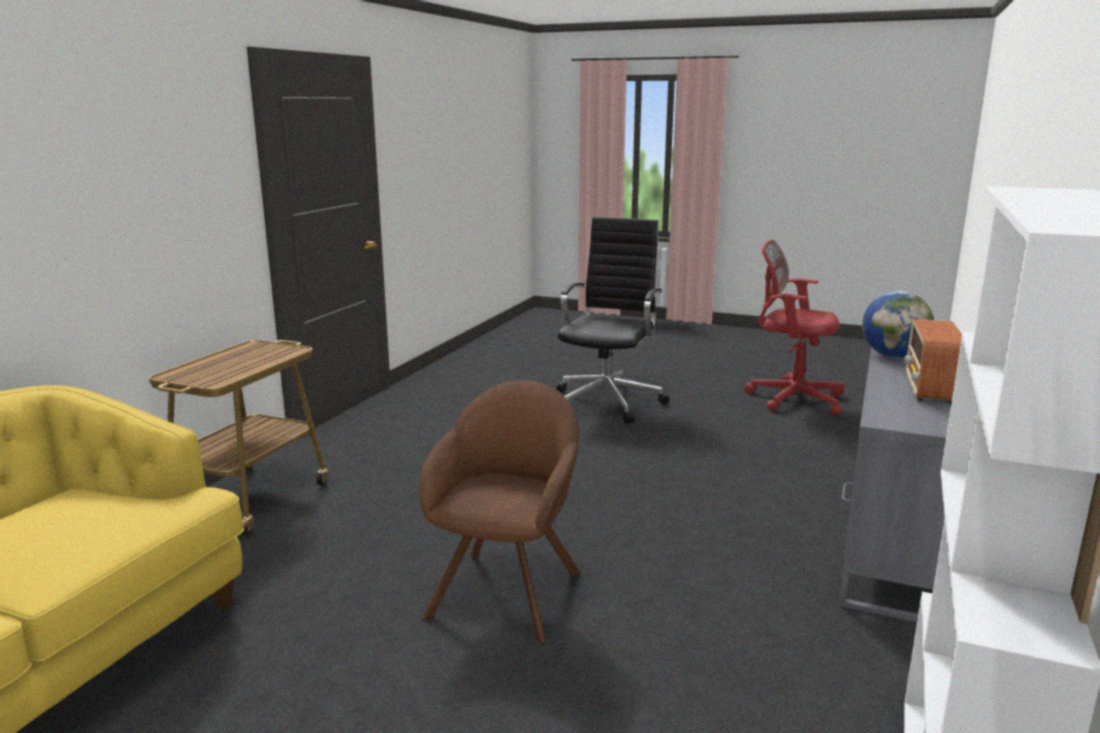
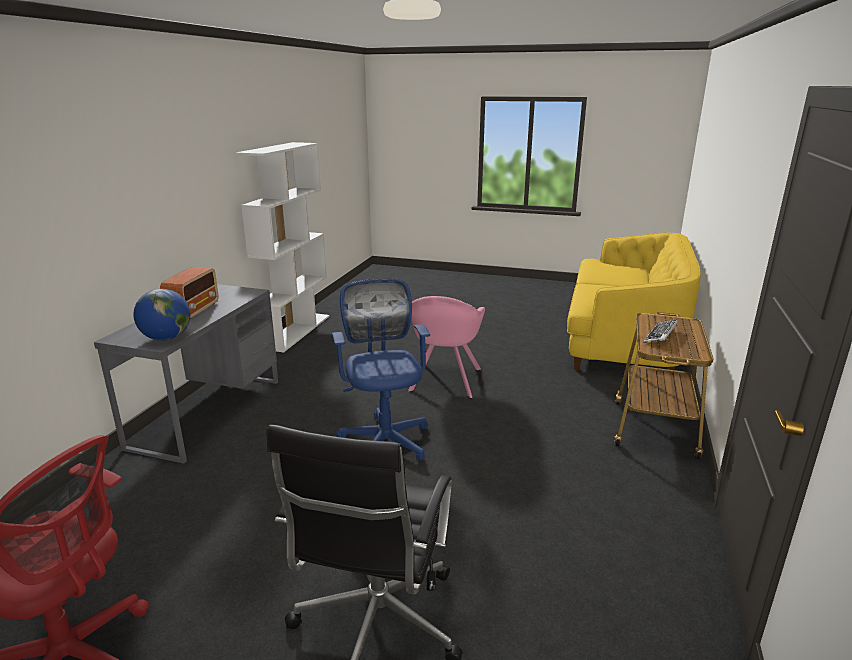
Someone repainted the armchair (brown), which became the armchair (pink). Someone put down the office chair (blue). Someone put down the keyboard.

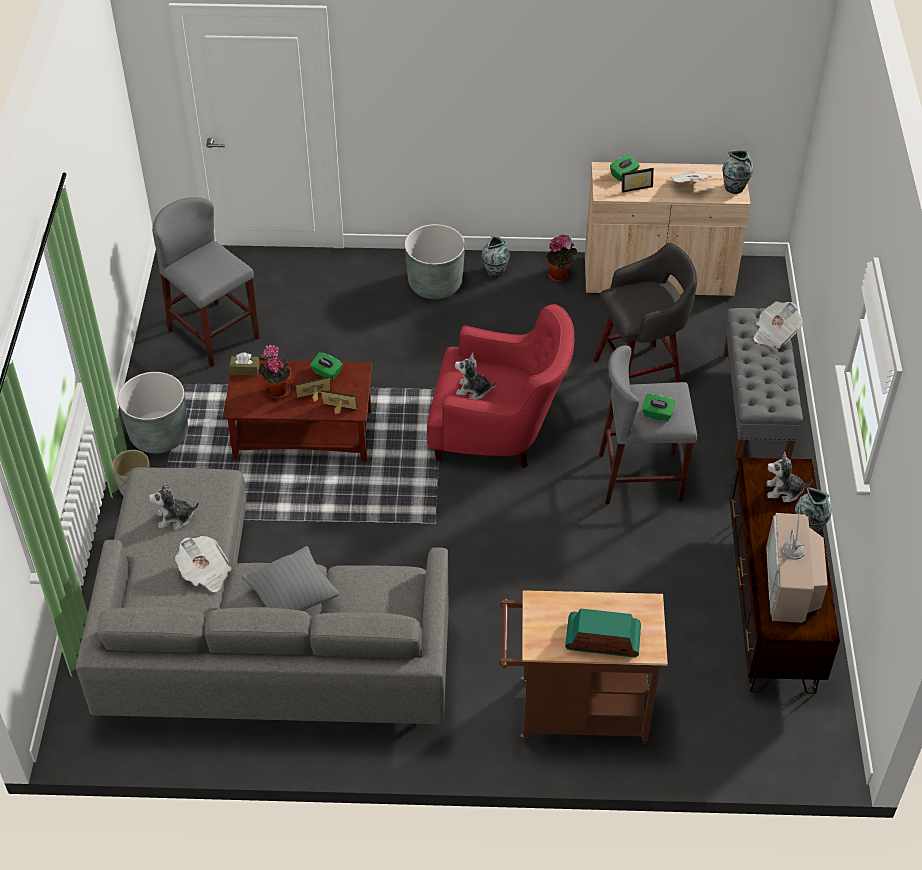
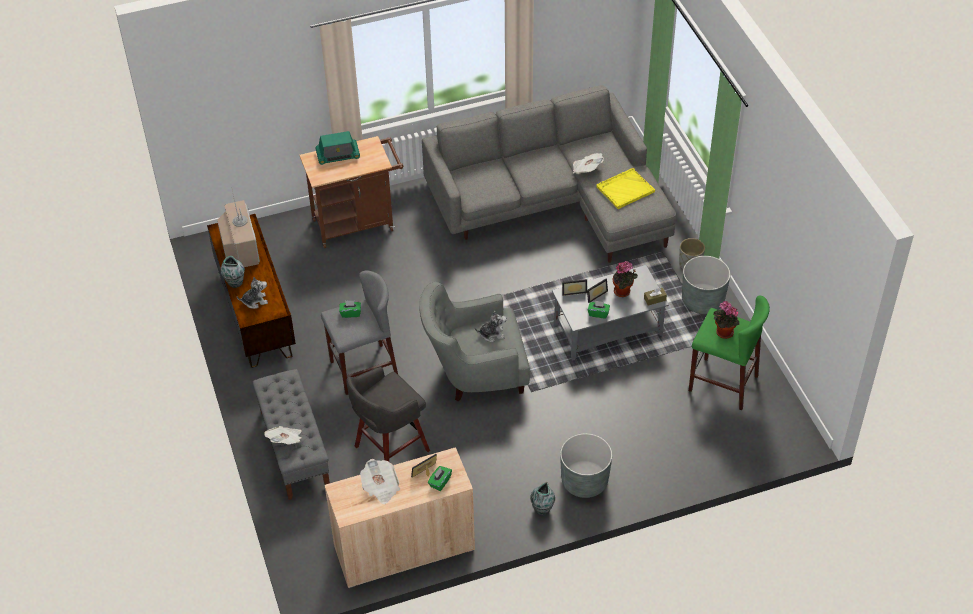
Someone took away the vase (2nd from left). Someone repainted the stool (grey) (1st from left), which became the stool (green). Someone carried the potted plant (2nd from left). Someone repainted the armchair (red), which became the armchair (grey). Someone repainted the coffee table (brown), which became the coffee table (grey). Someone swapped the plush toy (1st from left) for the tray (yellow). Someone took away the pillow (grey).

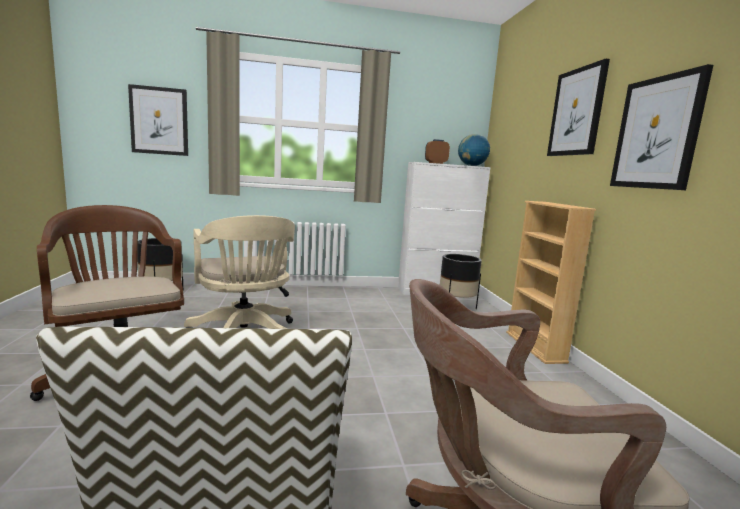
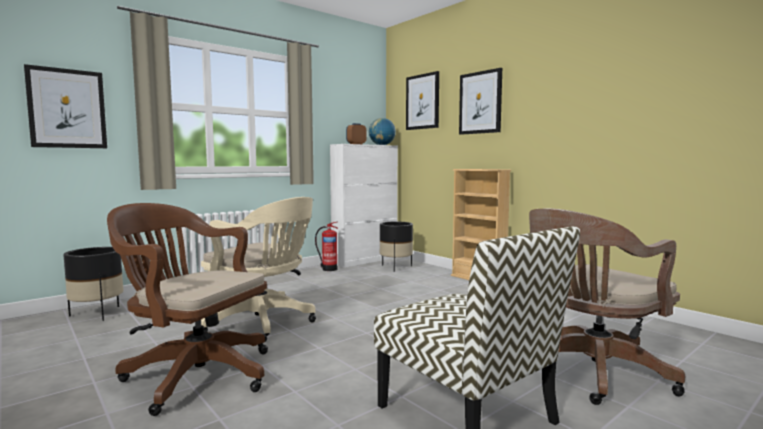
Someone carried the picture (3rd from left in the first image). Someone put down the fire extinguisher.

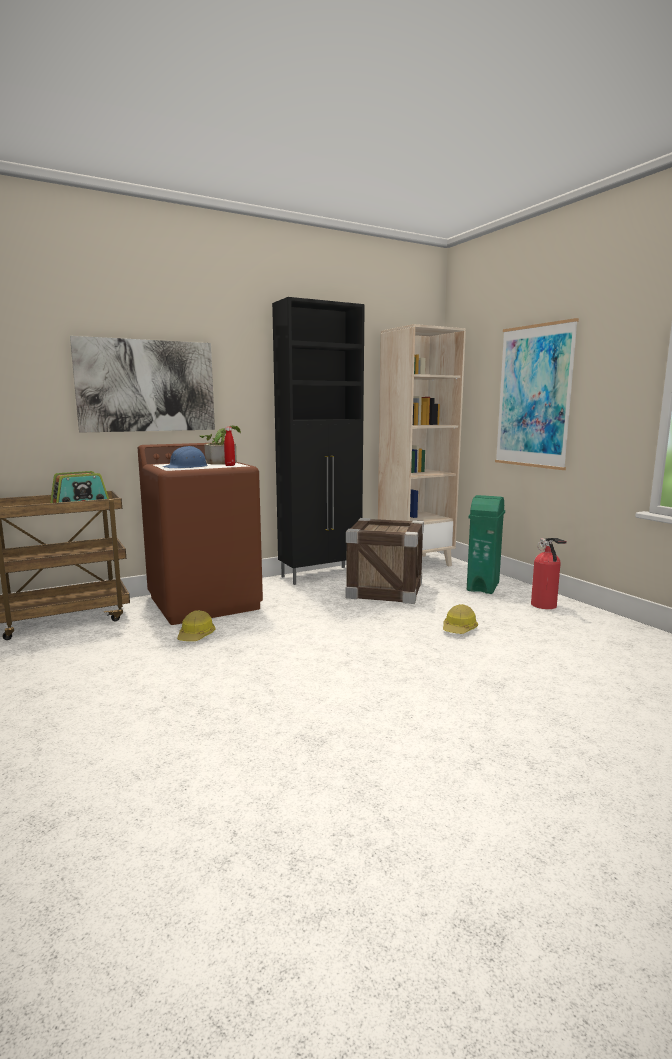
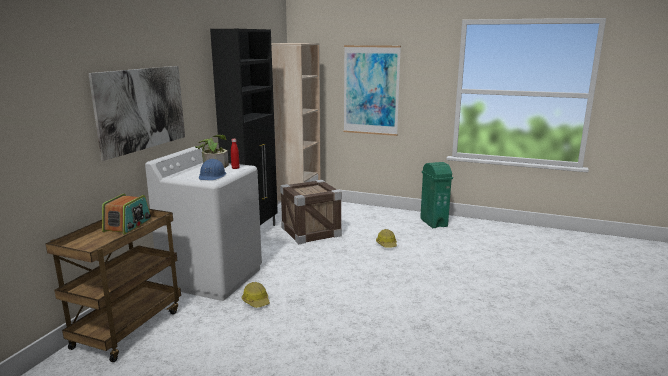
Someone repainted the washing machine (brown), which became the washing machine (white). Someone carried the trash can (green). Someone took away the fire extinguisher.

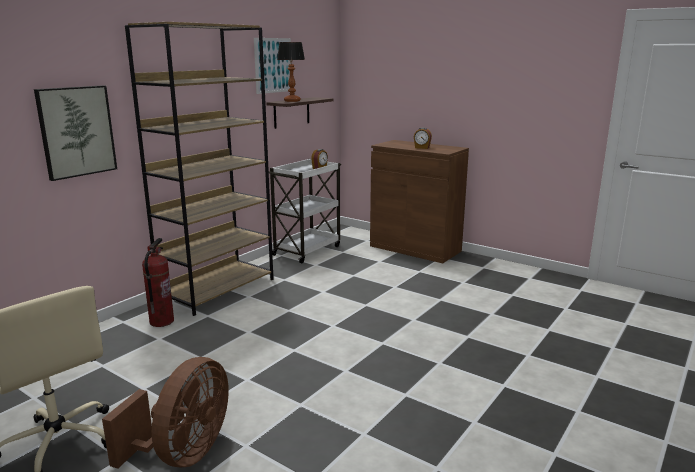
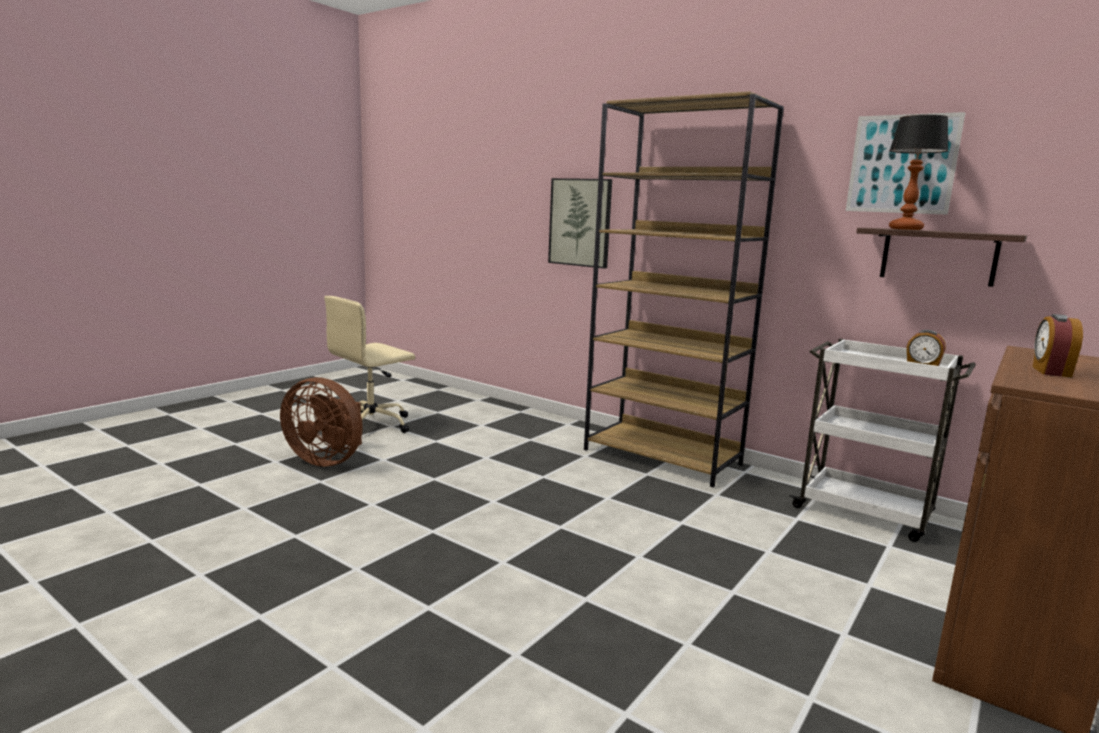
Someone took away the fire extinguisher.

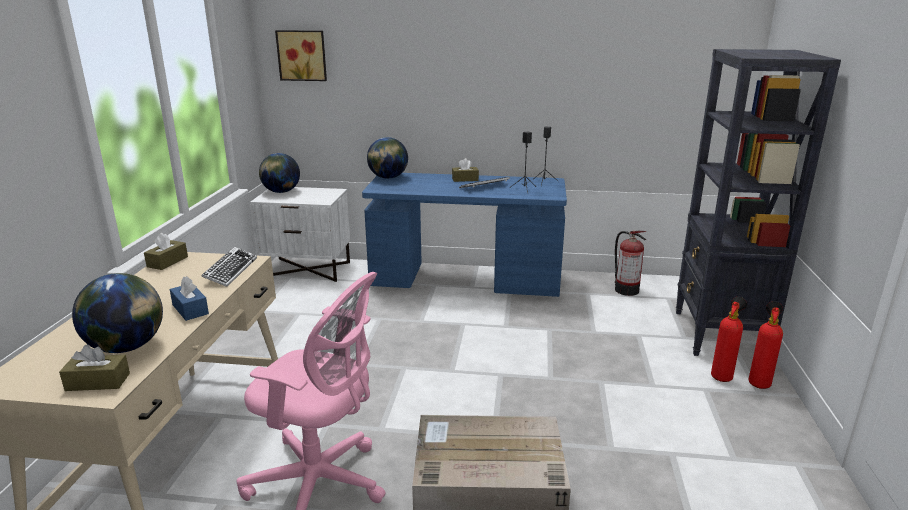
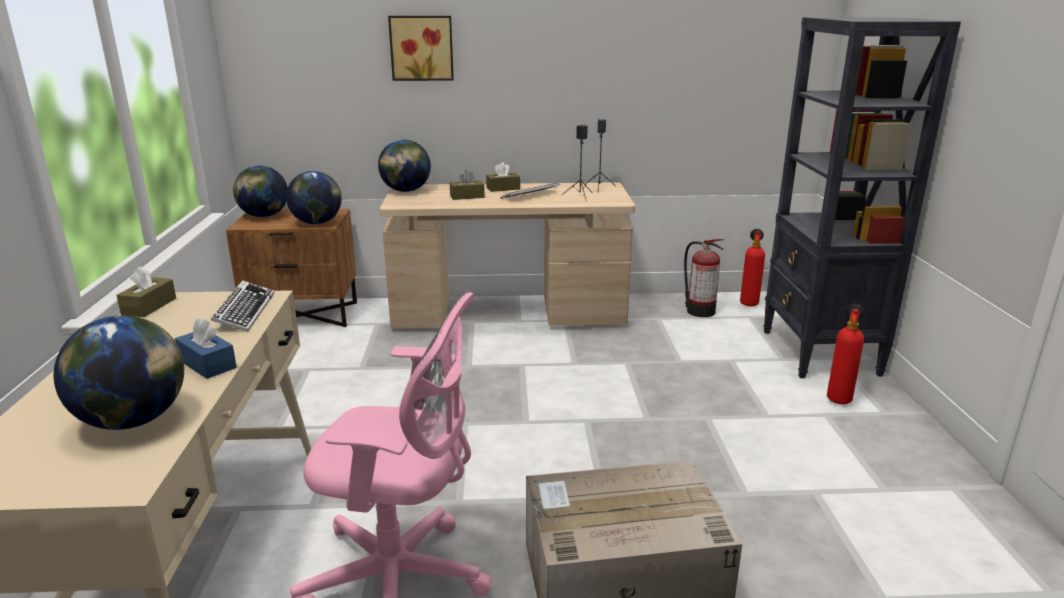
Someone carried the picture. Someone repainted the desk (blue), which became the desk (beige) (2nd from left). Someone repainted the nightstand (white), which became the nightstand (brown). Someone carried the fire extinguisher (3rd from left in the first image). Someone carried the tissue box (brown) (1st from left in the first image). Someone put down the globe (3rd from left).

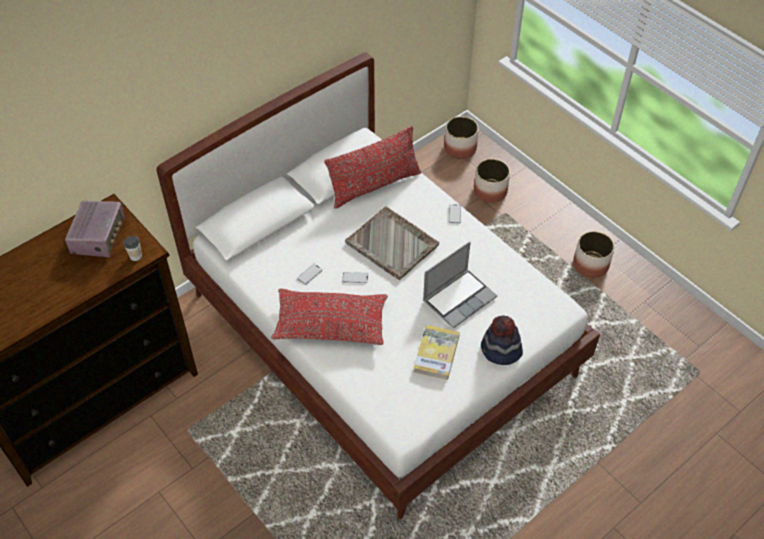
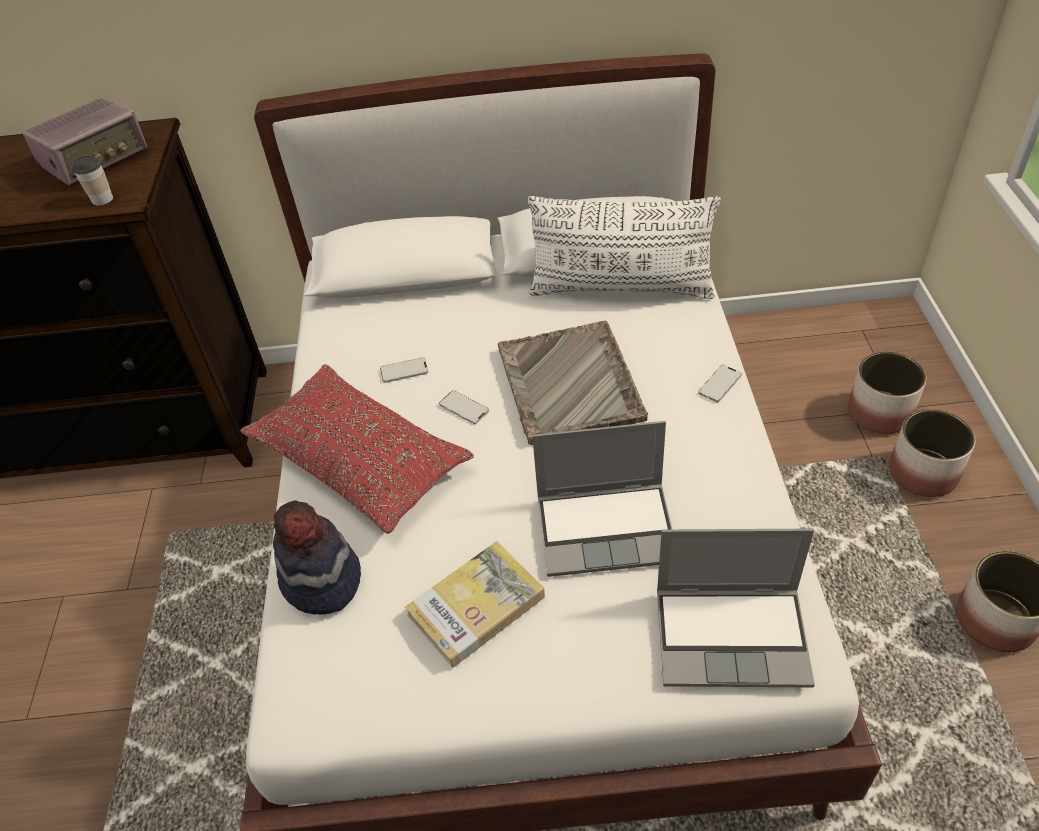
Someone carried the planter (1st from left in the first image). Someone repainted the pillow (red) (2nd from left), which became the pillow (white). Someone carried the hat. Someone put down the laptop (2nd from left).

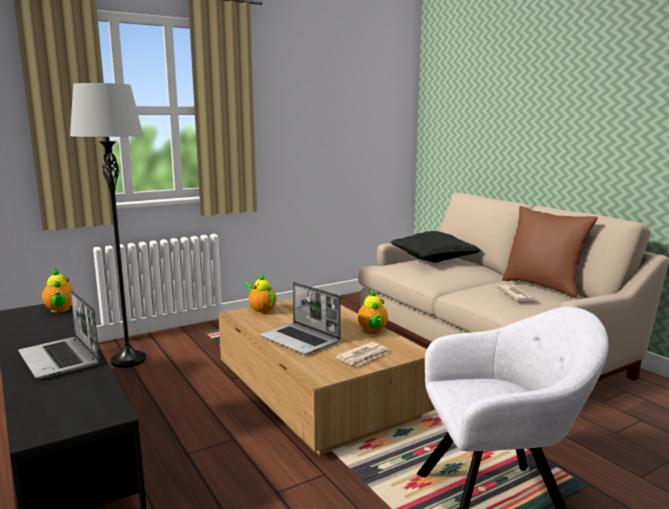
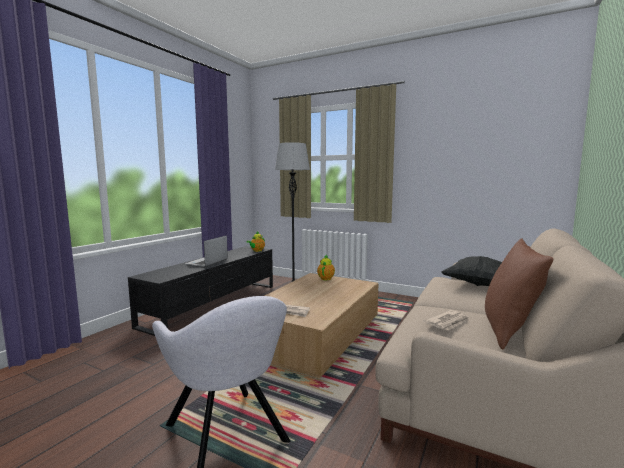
Someone took away the laptop (2nd from left). Someone took away the teapot (3rd from left).

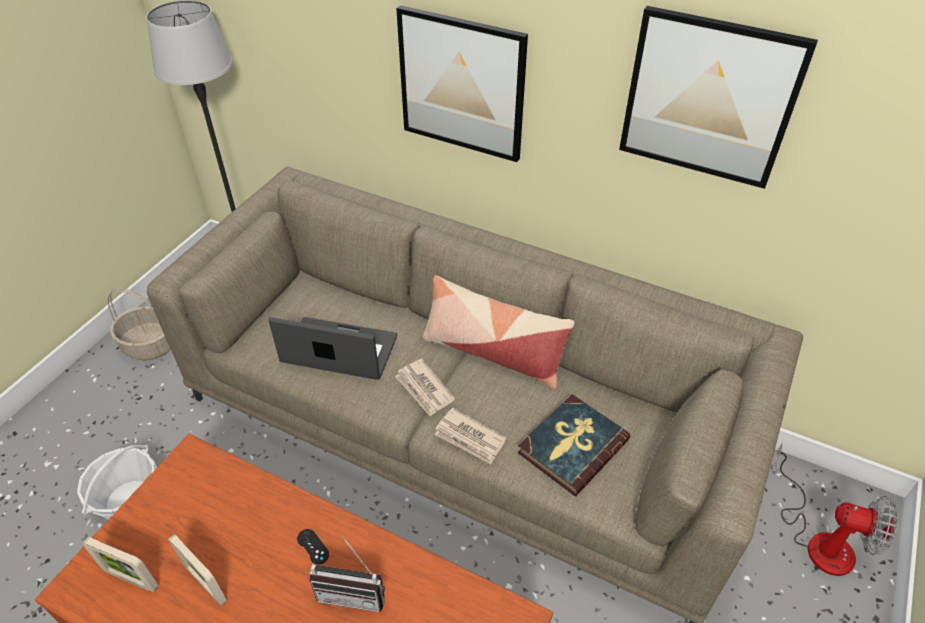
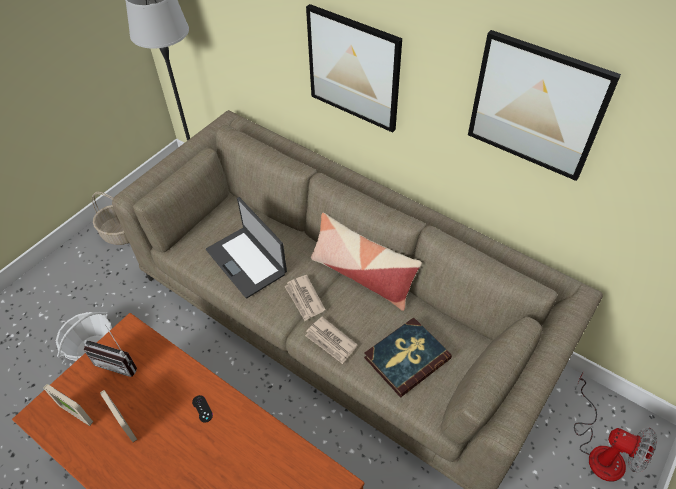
Someone rotated the laptop by 150 degrees counterclockwise. Someone carried the radio.

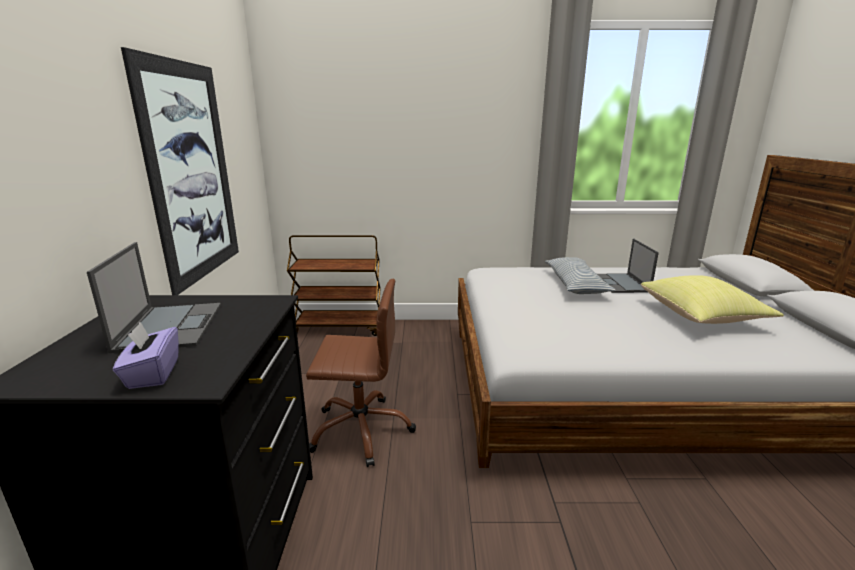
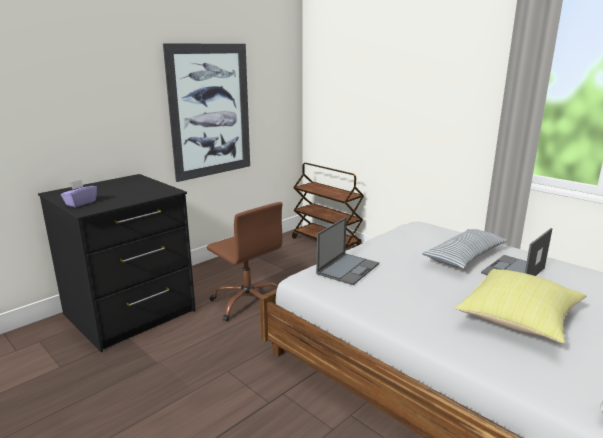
Someone carried the laptop (1st from left).

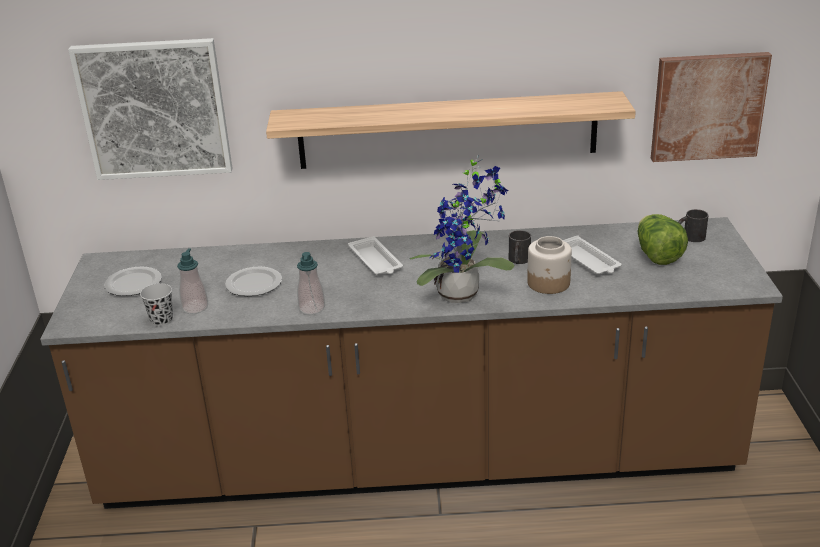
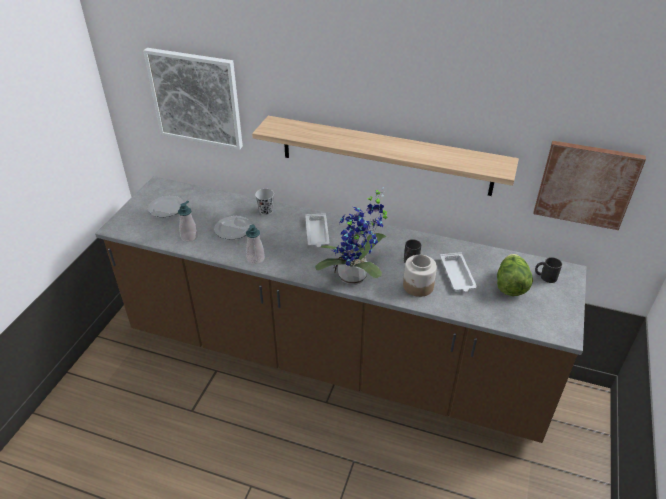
Someone carried the cup (black).

